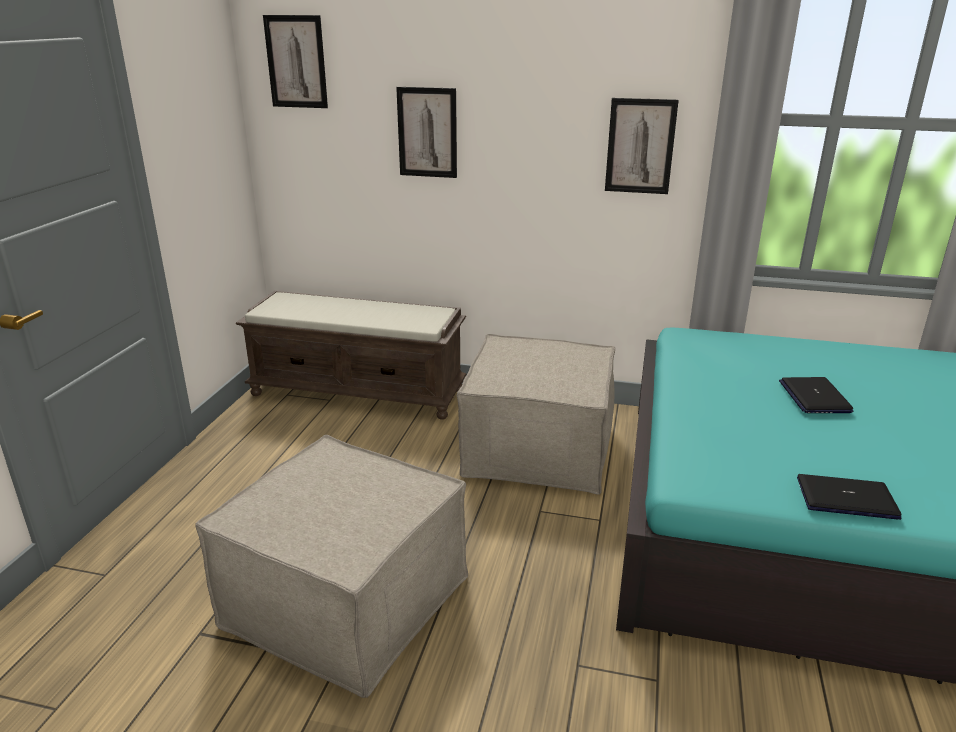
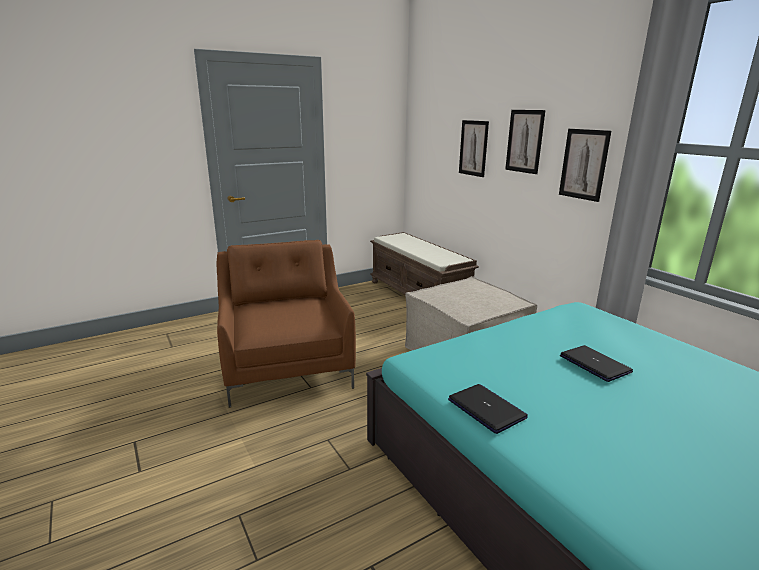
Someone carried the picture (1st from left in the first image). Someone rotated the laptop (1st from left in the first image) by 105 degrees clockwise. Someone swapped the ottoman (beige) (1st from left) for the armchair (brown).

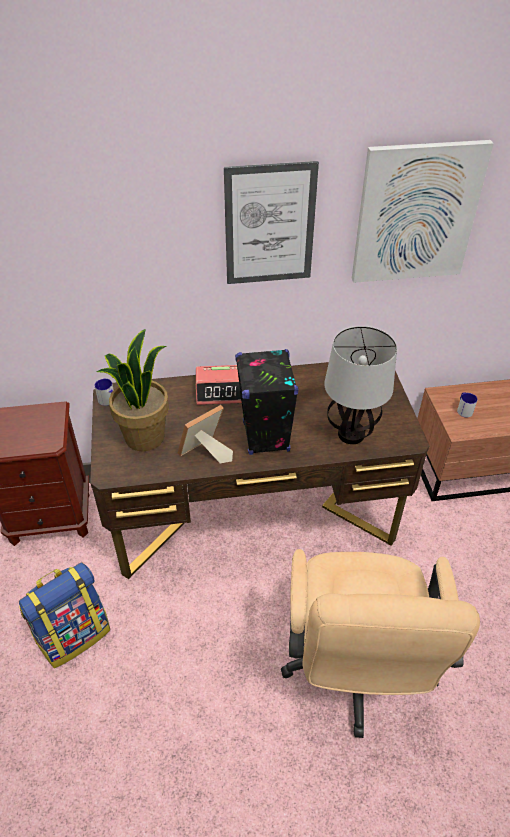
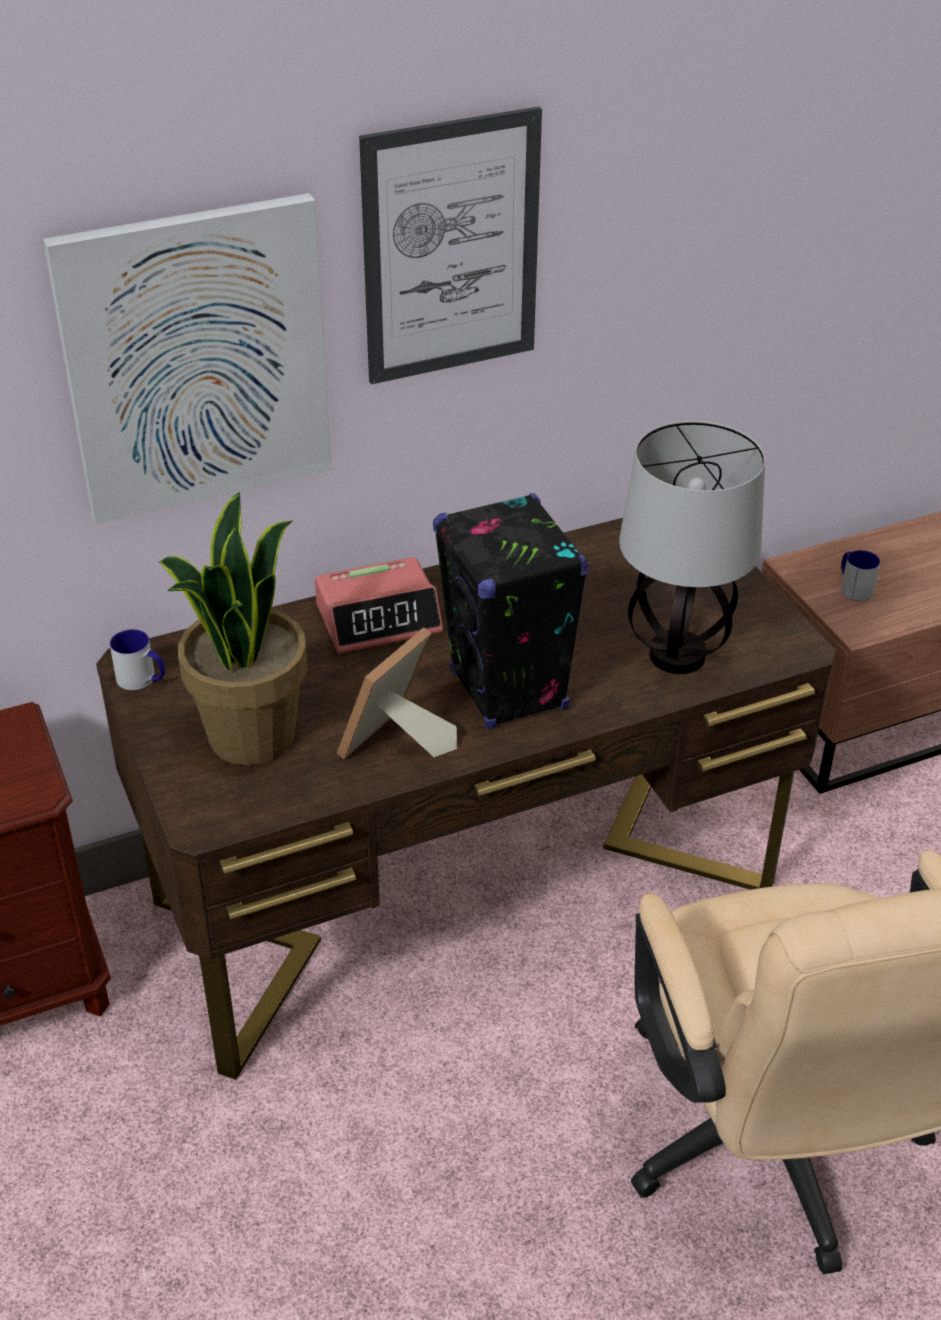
Someone carried the picture (2nd from left in the first image). Someone took away the backpack.

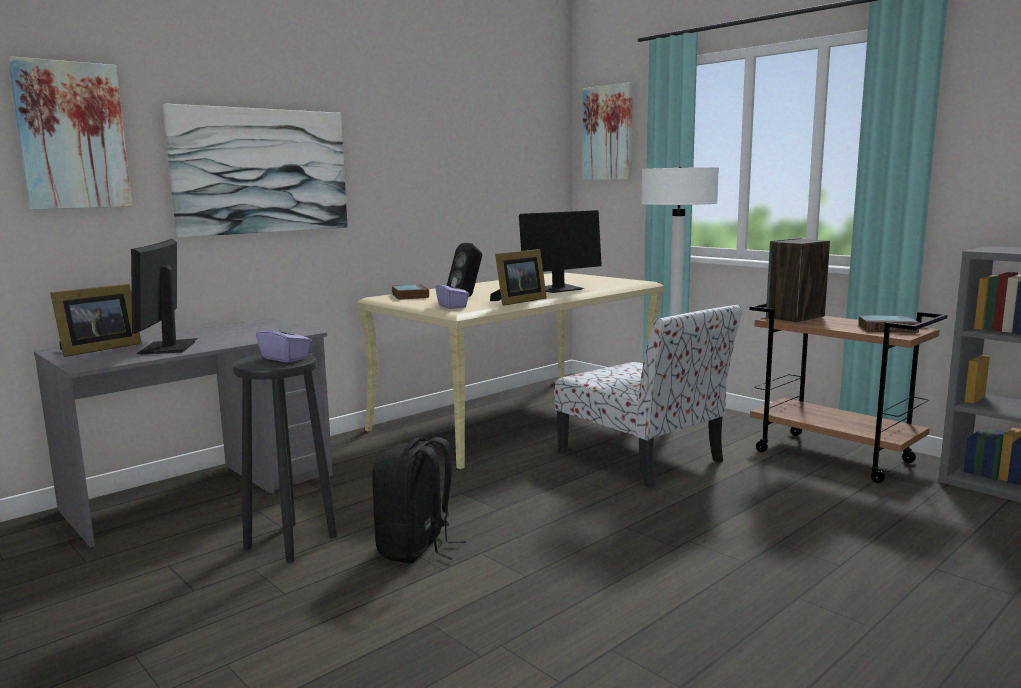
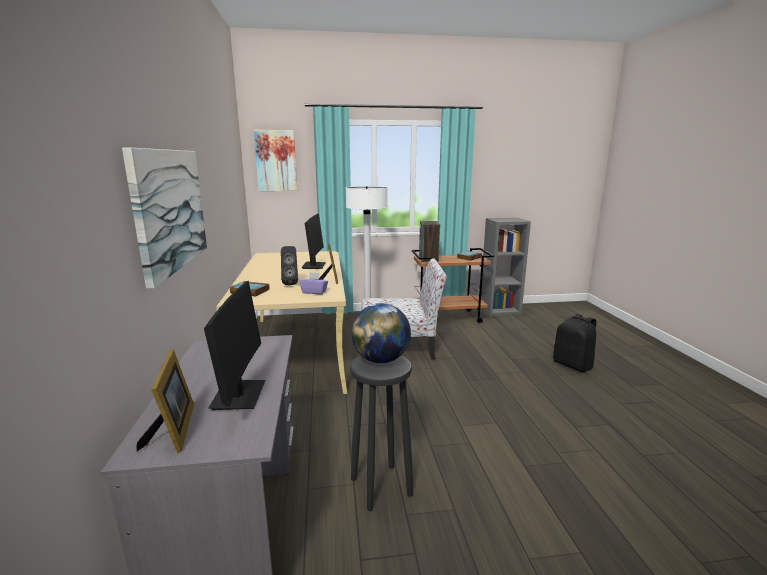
Someone took away the picture (1st from left). Someone rotated the monitor (1st from left) by 120 degrees counterclockwise. Someone swapped the tissue box (purple) (1st from left) for the globe. Someone carried the backpack (black).

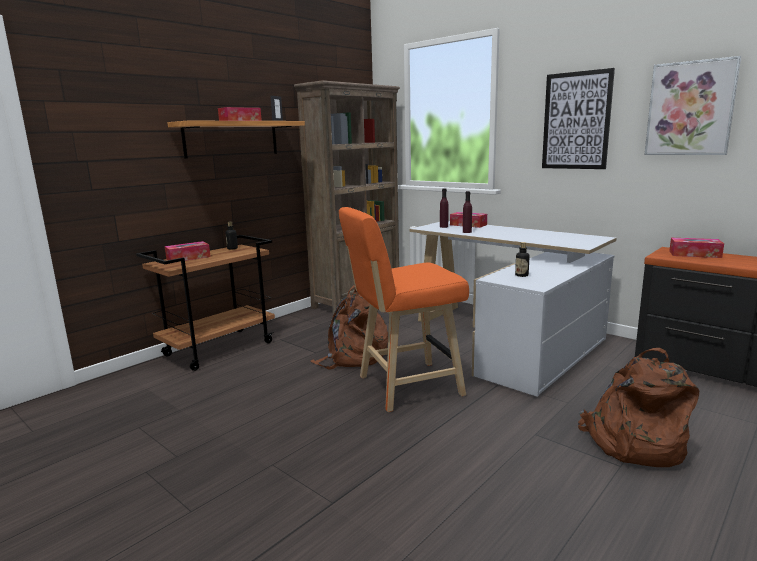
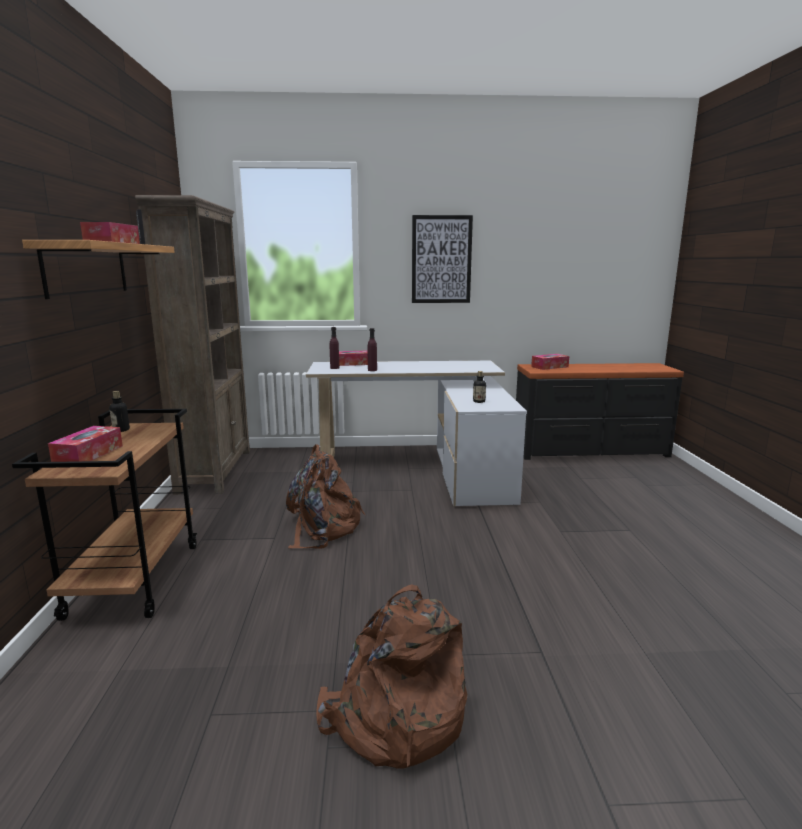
Someone took away the picture (2nd from left). Someone took away the stool (orange). Someone carried the backpack (brown) (2nd from left).

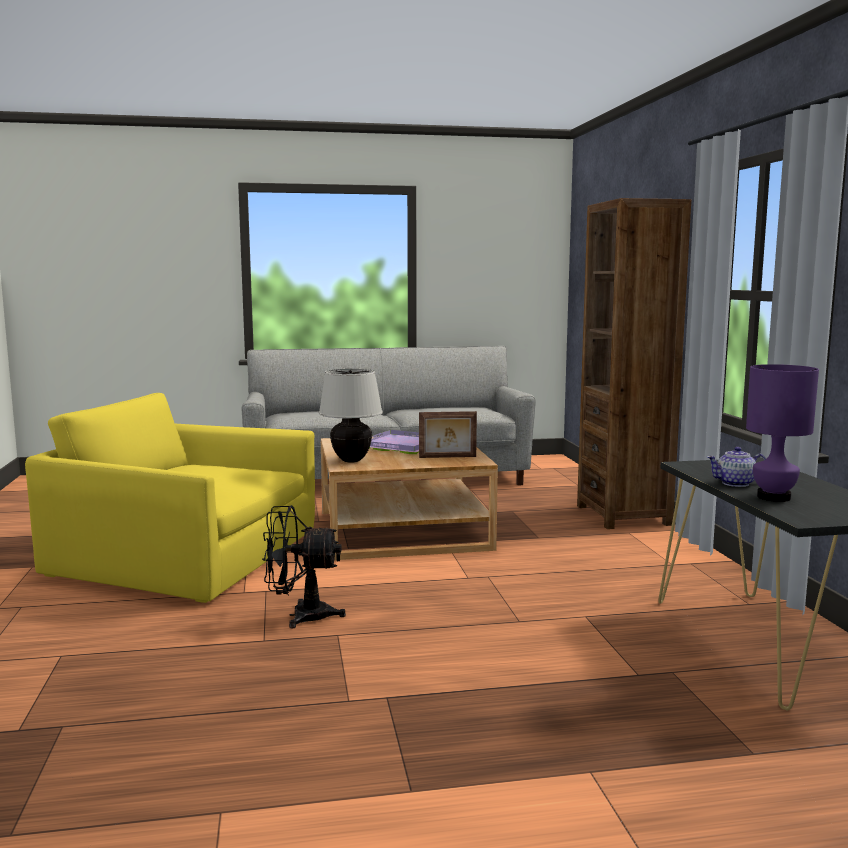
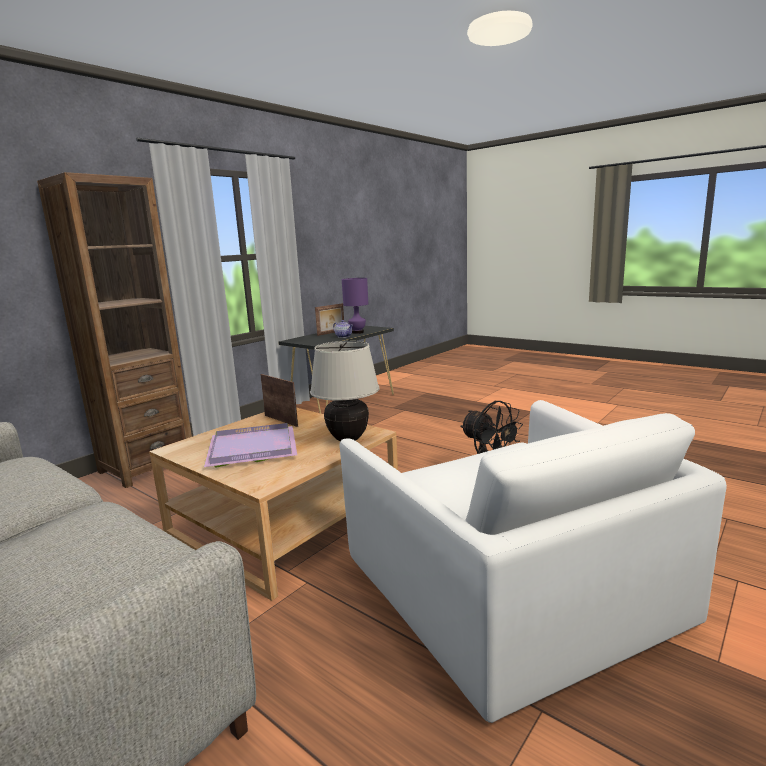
Someone repainted the armchair (yellow), which became the armchair (white). Someone put down the picture frame (2nd from left).

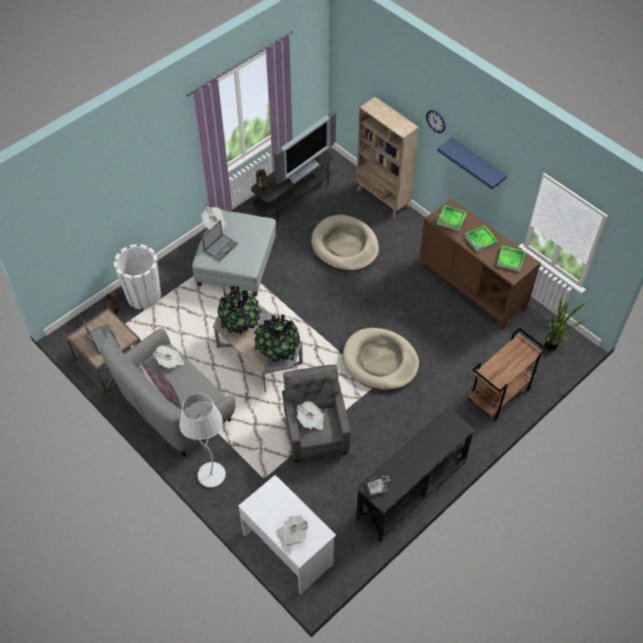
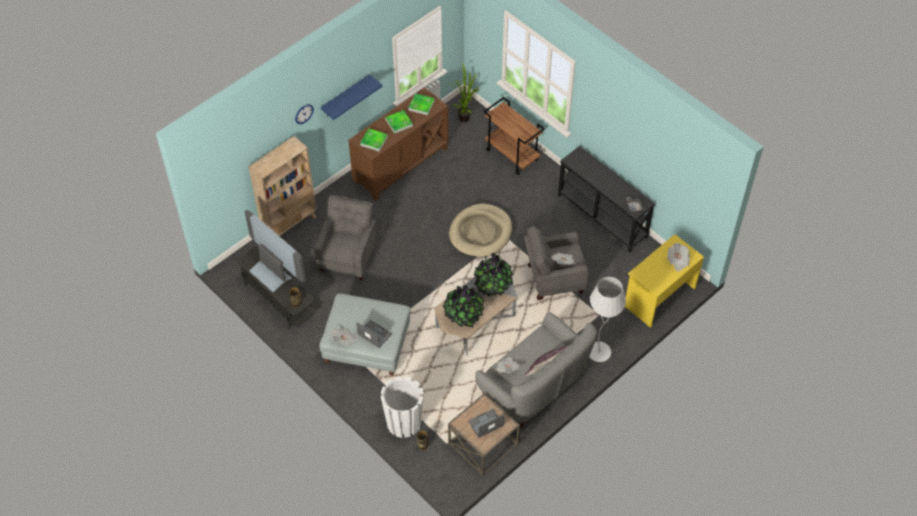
Someone swapped the dog bed (beige) (1st from left) for the armchair (grey) (1st from left). Someone repainted the desk (white), which became the desk (yellow).

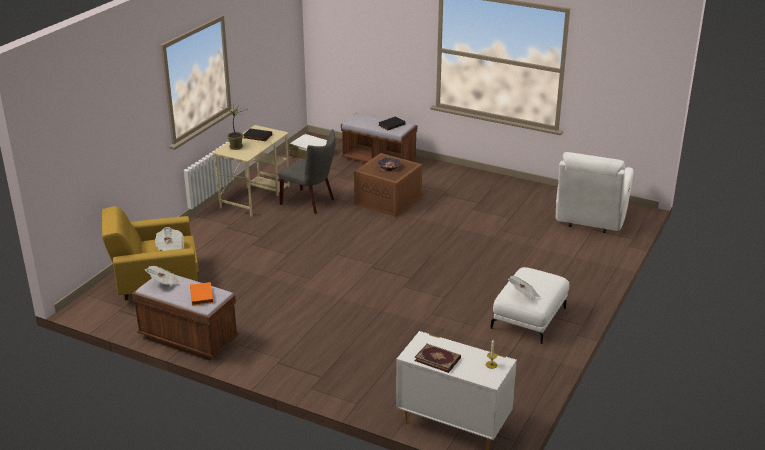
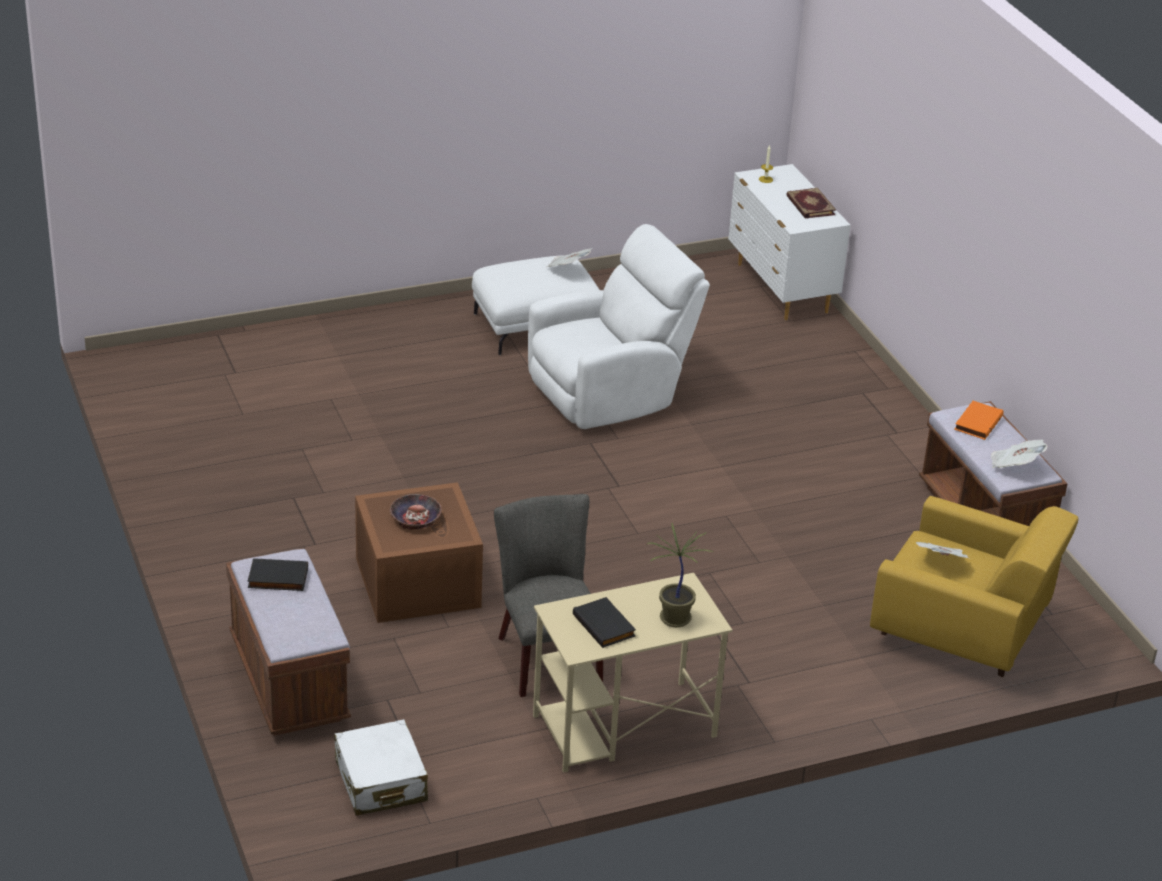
Someone carried the armchair (white).

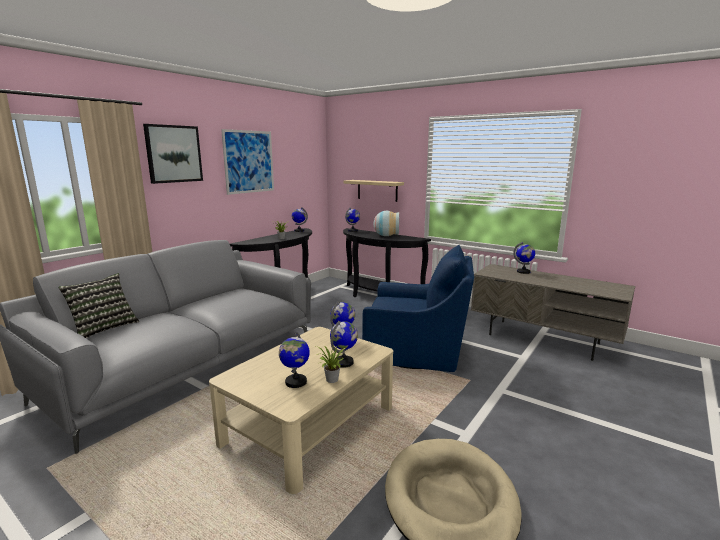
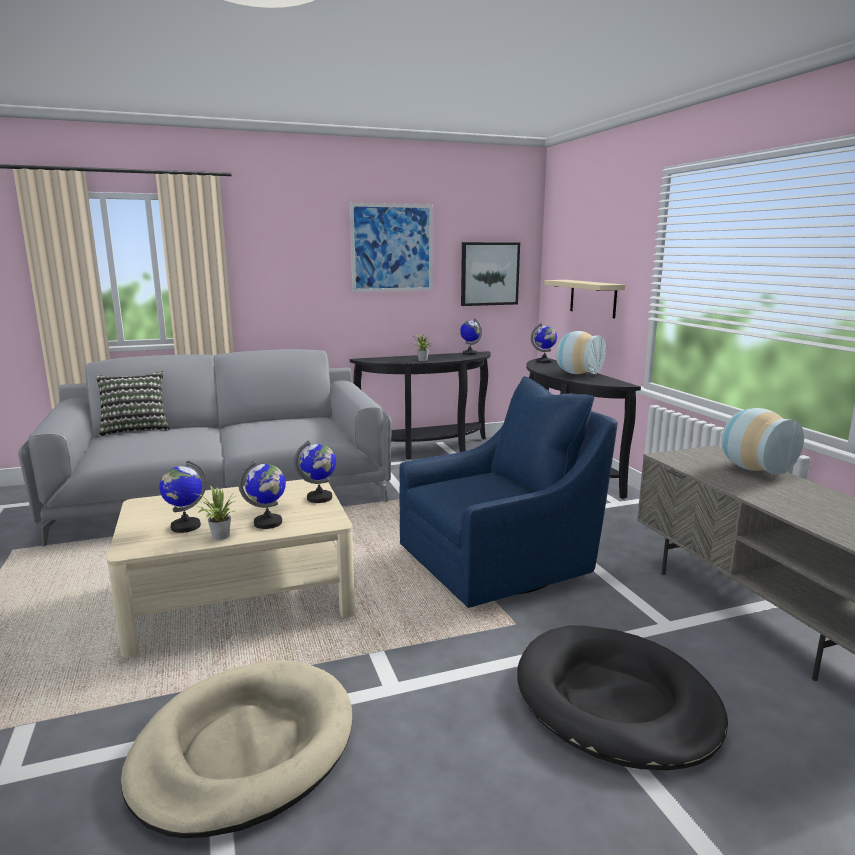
Someone carried the picture (1st from left in the first image). Someone swapped the globe (6th from left) for the vase (2nd from left). Someone rotated the armchair (blue) by 75 degrees counterclockwise. Someone put down the dog bed (black).

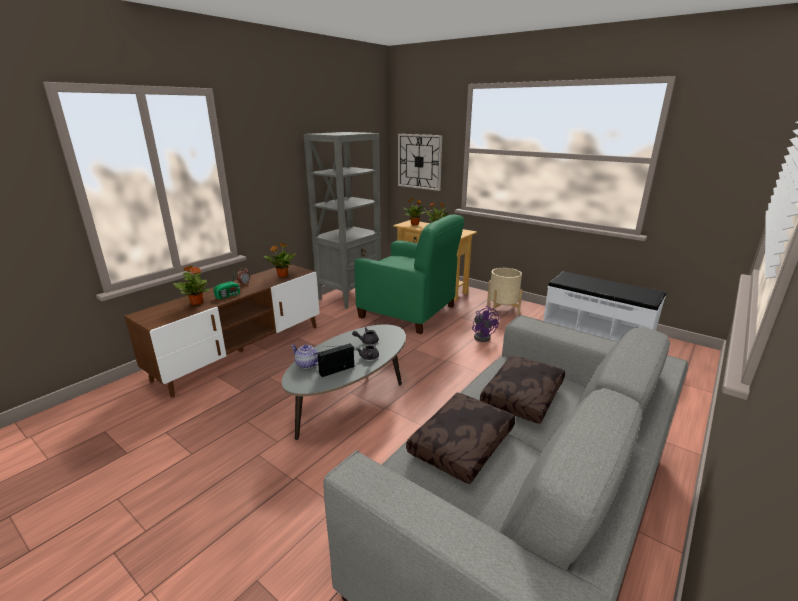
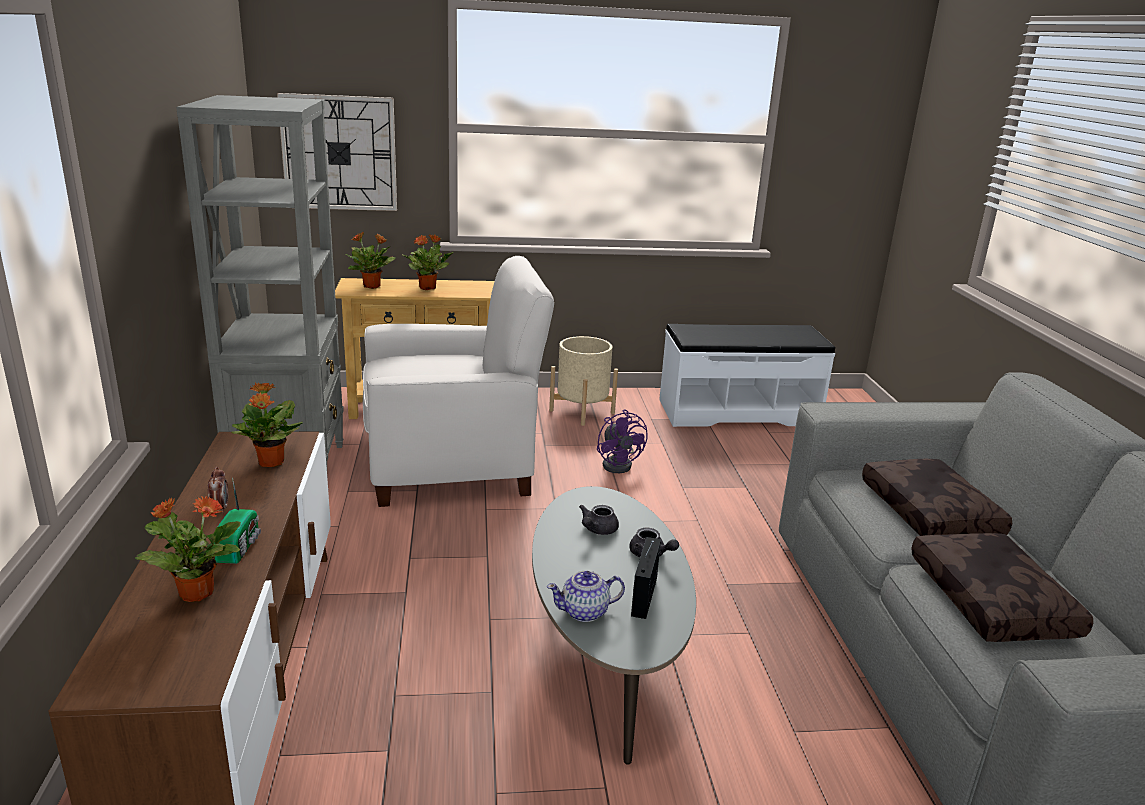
Someone repainted the armchair (green), which became the armchair (white). Someone rotated the fan (purple) by 45 degrees clockwise.

